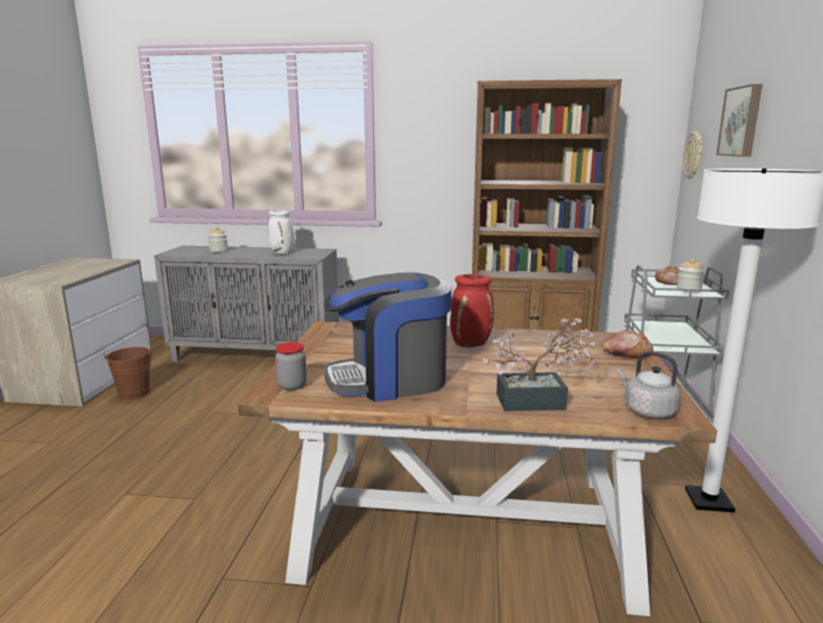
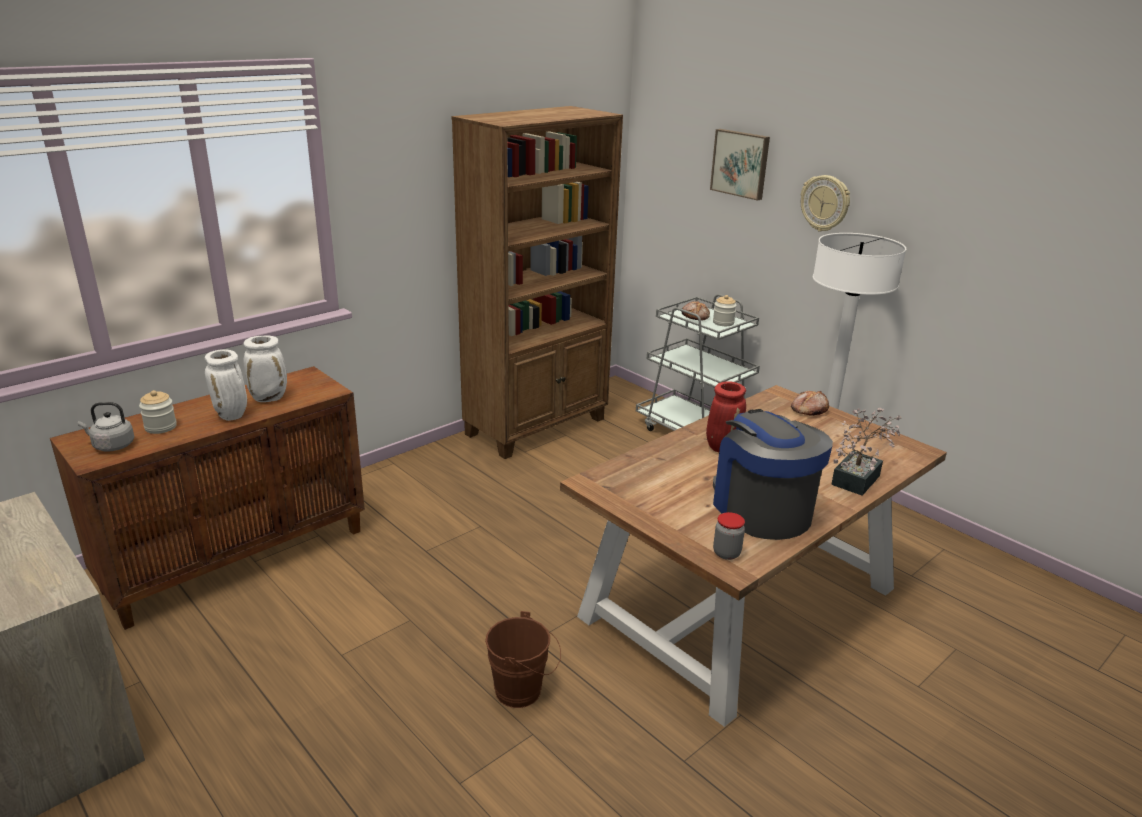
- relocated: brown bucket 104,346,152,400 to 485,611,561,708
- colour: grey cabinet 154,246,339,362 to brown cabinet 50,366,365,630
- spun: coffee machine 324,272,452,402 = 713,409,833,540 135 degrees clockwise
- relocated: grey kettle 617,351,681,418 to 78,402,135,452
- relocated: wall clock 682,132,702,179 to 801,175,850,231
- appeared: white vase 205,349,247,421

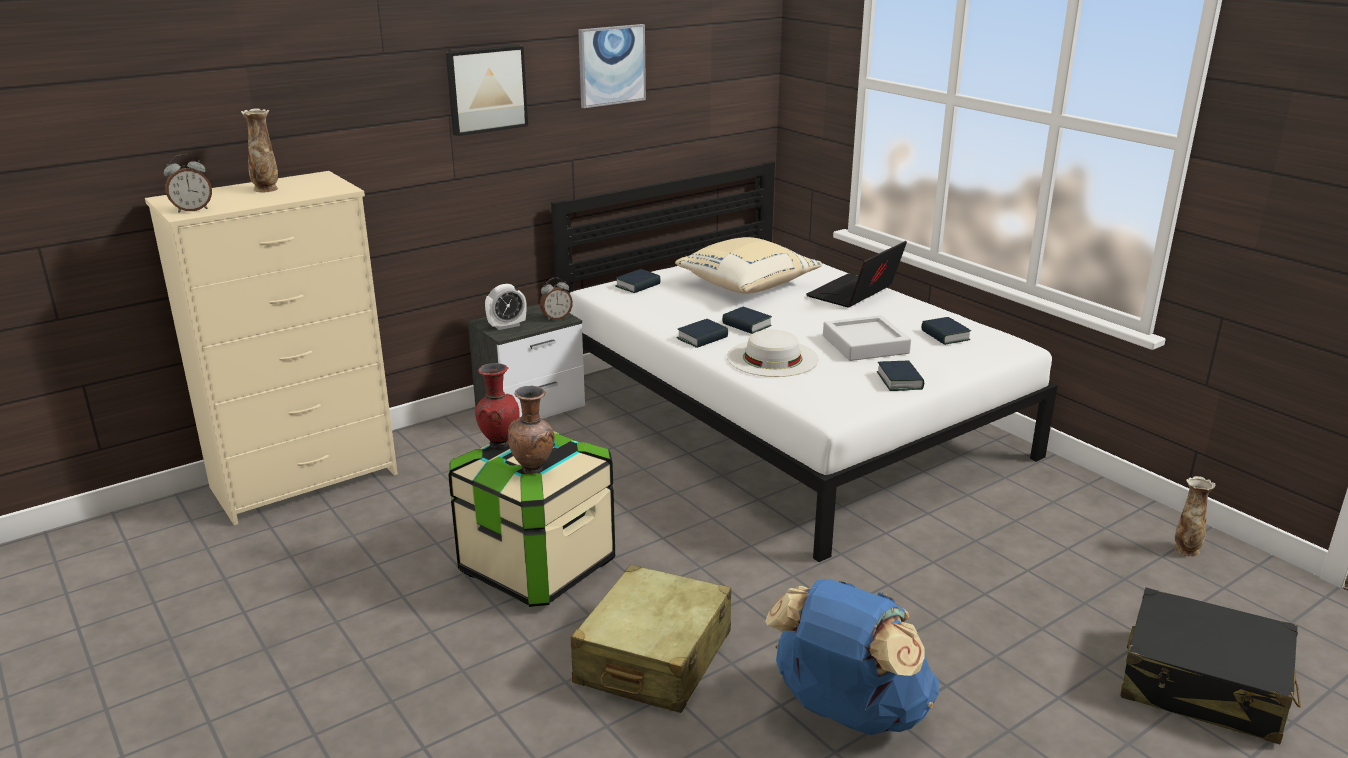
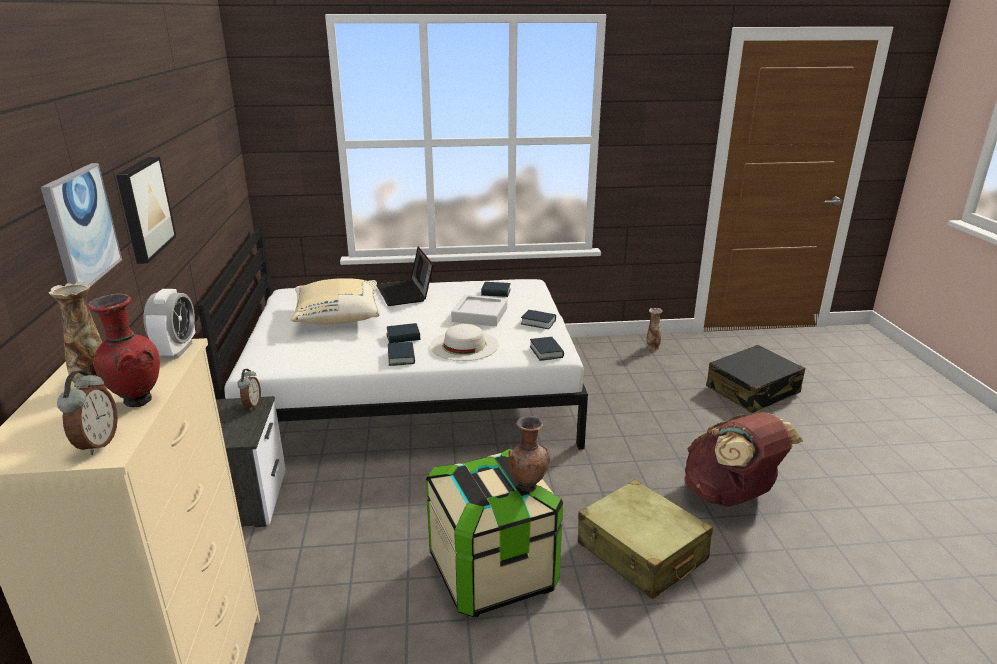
- relocated: red vase 475,363,520,449 to 88,294,160,407
- relocated: alarm clock 485,284,527,330 to 143,289,195,359
- relocated: picture 578,24,646,108 to 41,163,122,287
- relocated: book 615,269,661,293 to 530,337,564,361
- colour: blue backpack 765,579,939,735 to brown backpack 685,412,803,507

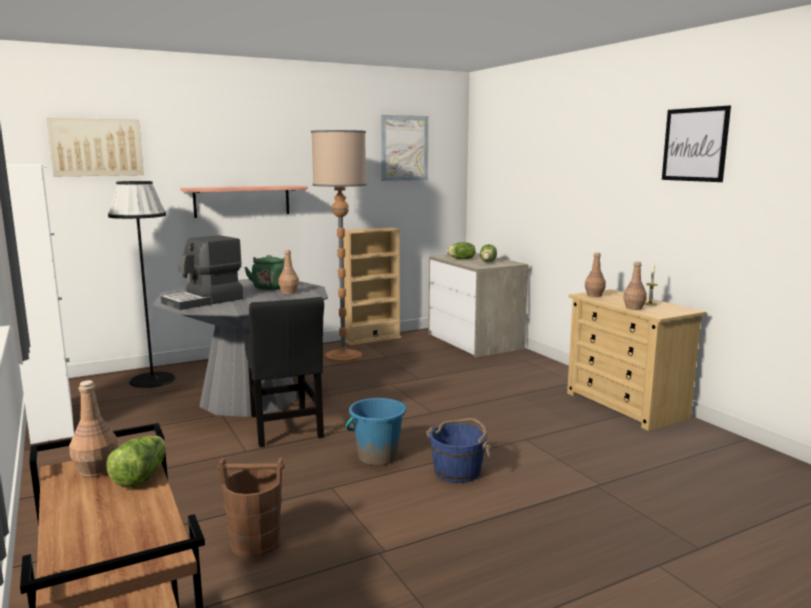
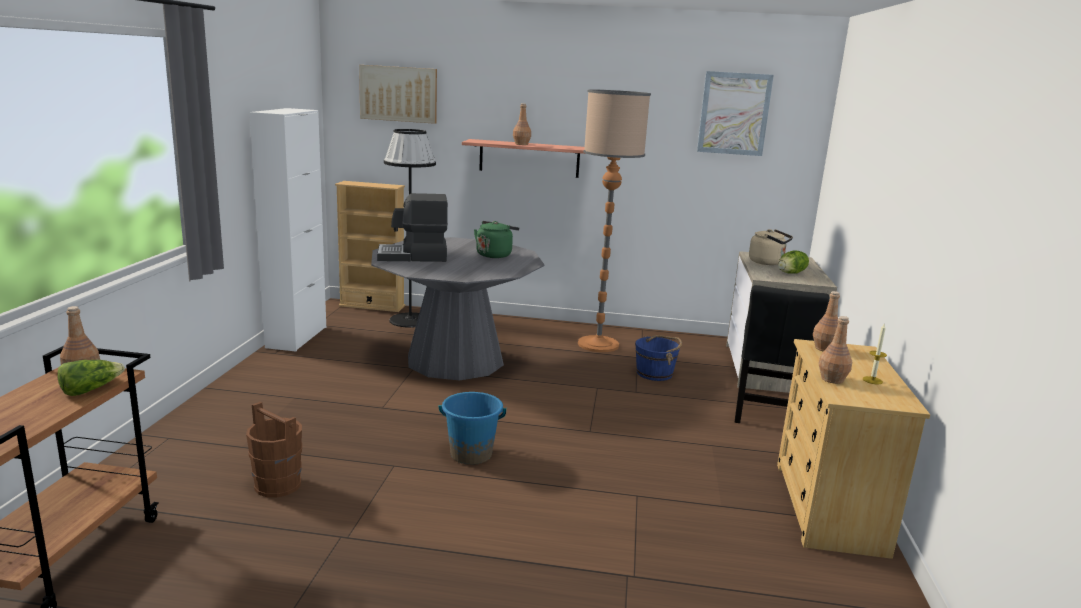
- relocated: black chair 244,297,324,447 to 735,285,829,423
- relocated: brown bottle 279,250,299,294 to 513,103,531,145
- relocated: beige bookcase 343,227,401,345 to 335,181,405,312
- relocated: blue bucket 426,418,492,483 to 635,335,682,381
- exchanged: lettuce 446,242,475,259 to beige kettle 749,229,793,265
- missing: picture 662,105,731,182

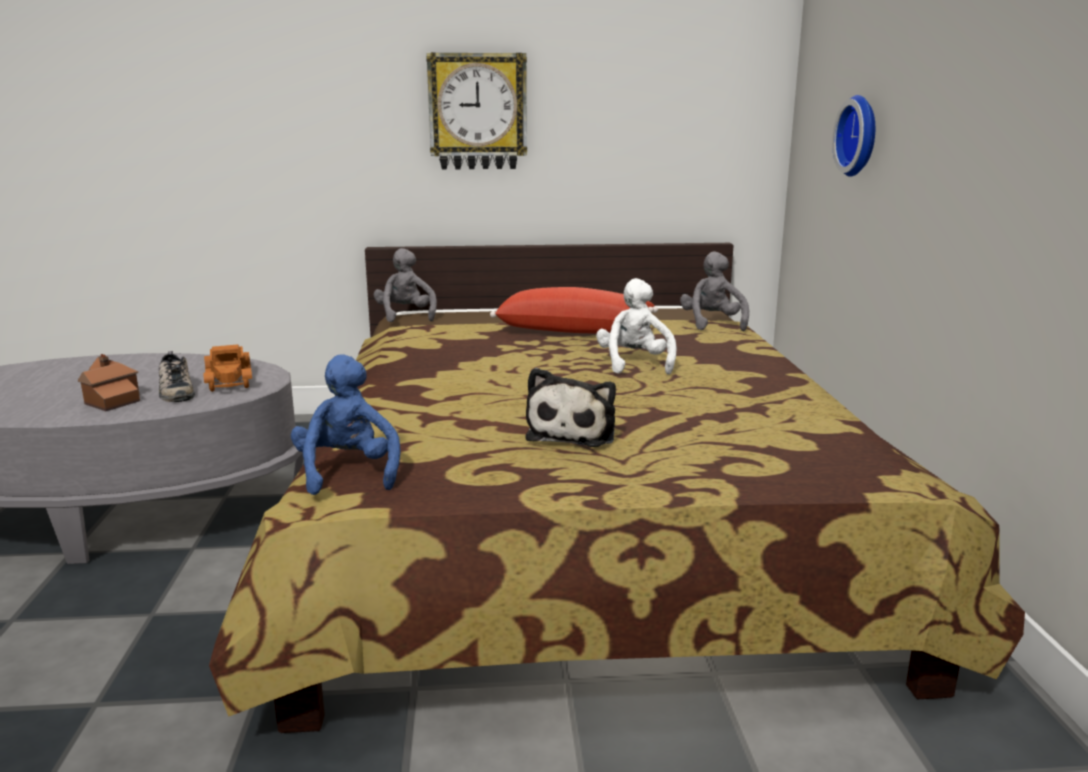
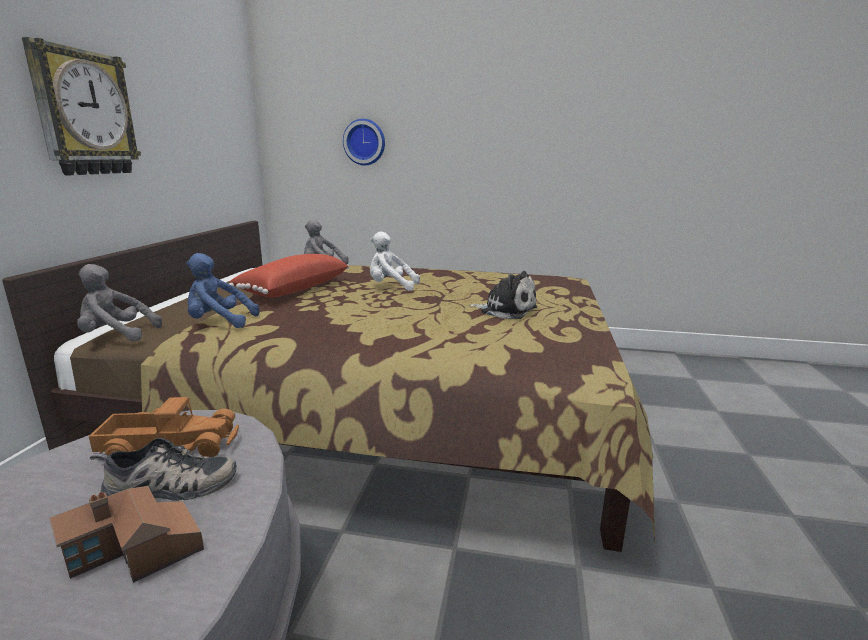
- relocated: blue plush toy 291,354,401,495 to 187,253,260,328

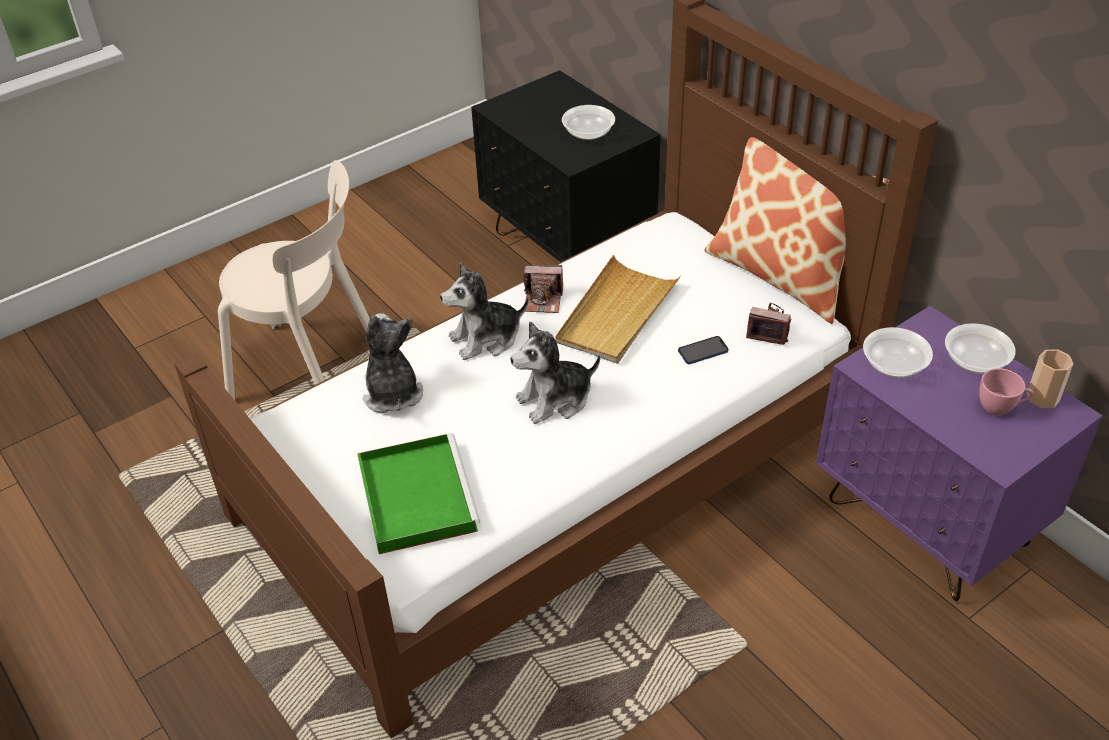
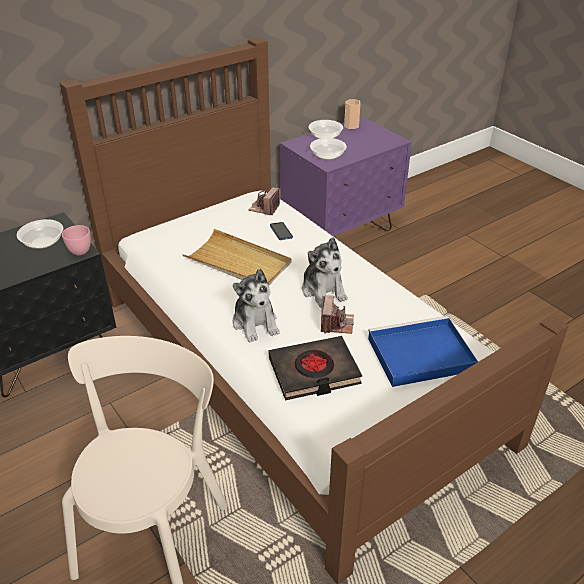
- colour: green tray 357,433,480,554 to blue tray 368,316,478,387
- exchanged: plush toy 363,313,423,413 to black book 269,336,362,401
- relocated: photo camera 523,265,563,313 to 321,295,354,334
- missing: pillow 704,137,889,324
- relocated: pink cup 979,368,1034,416 to 62,225,91,256

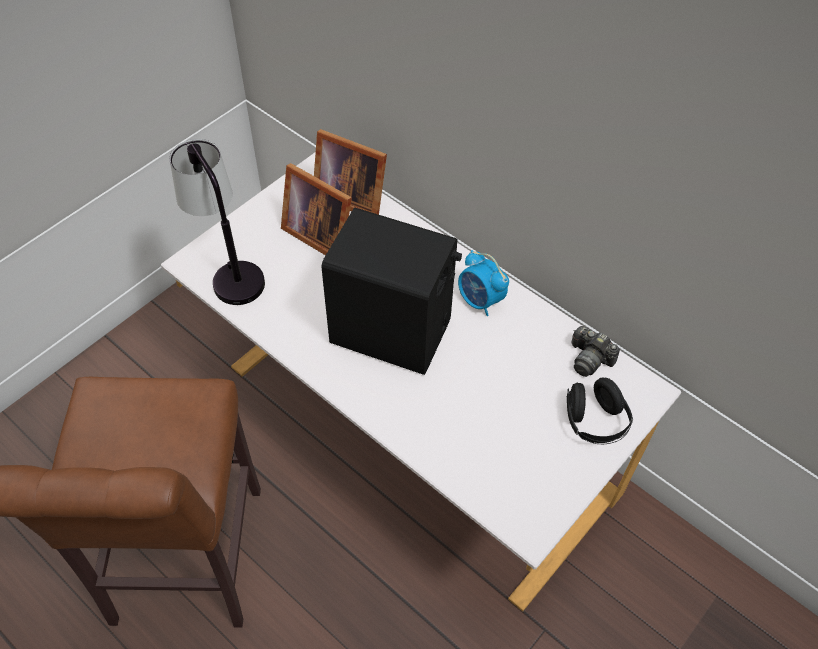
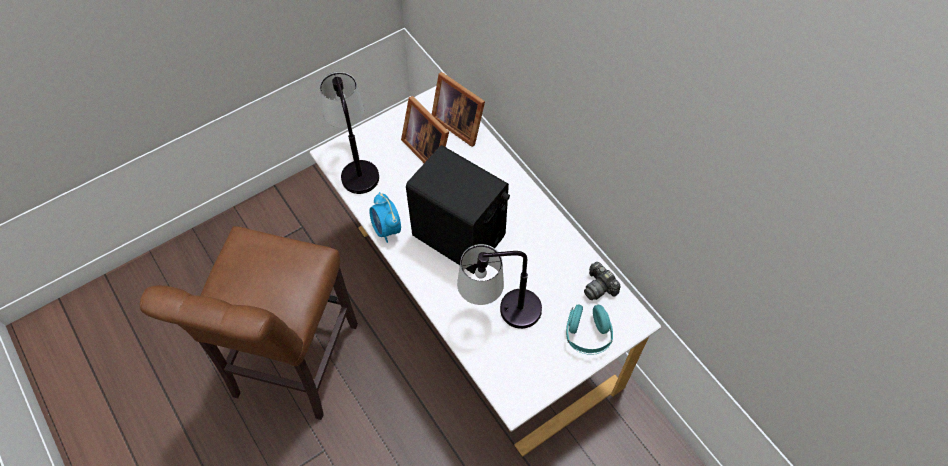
- relocated: alarm clock 458,250,509,316 to 369,192,401,243
- colour: black headphones 567,378,633,444 to turquoise headphones 566,305,613,355
- appeared: table lamp 457,244,542,329

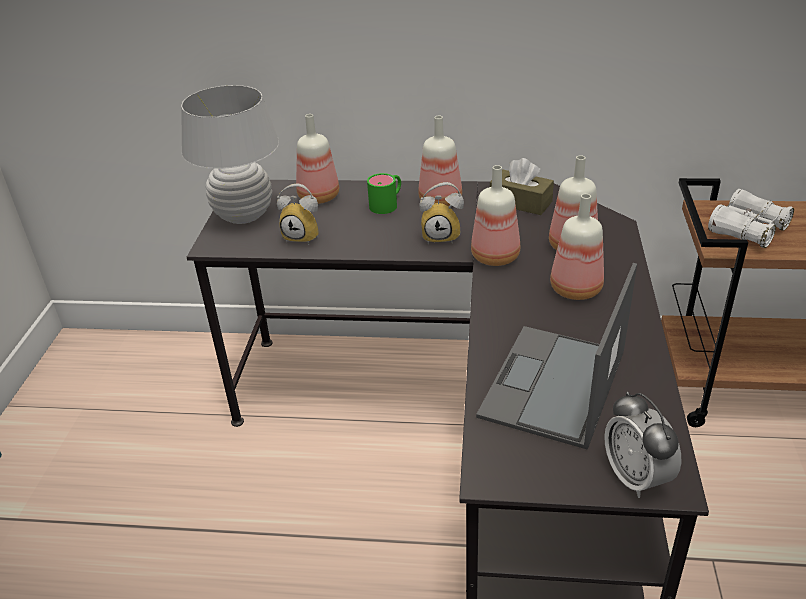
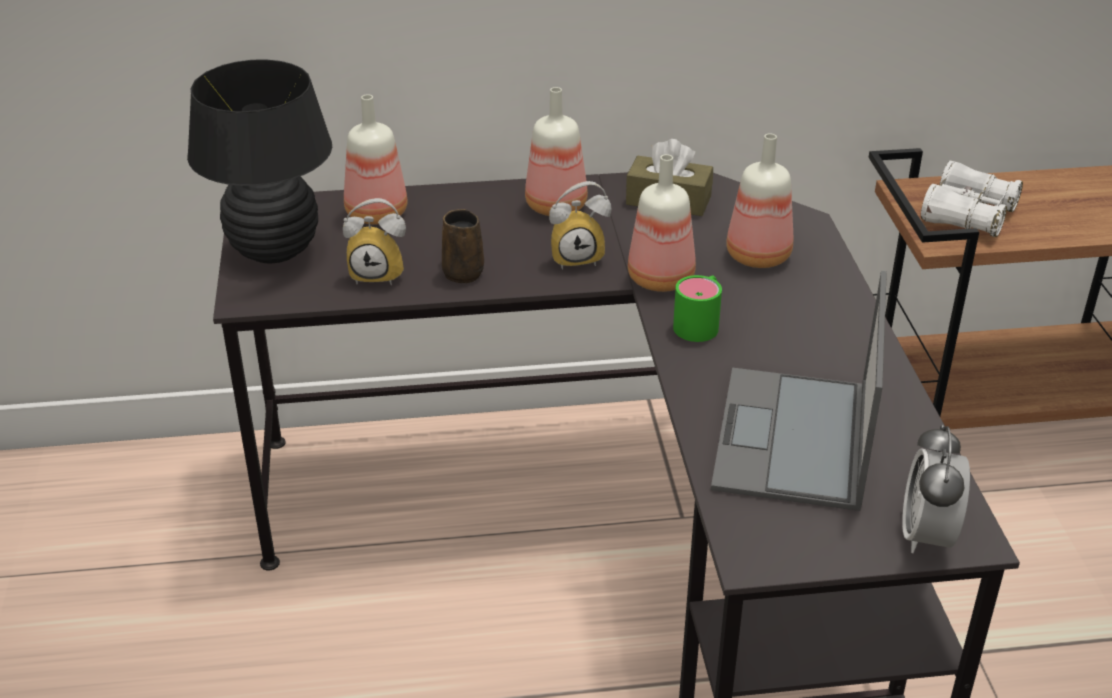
- colour: white table lamp 181,85,279,224 to black table lamp 187,60,332,264
- relocated: green mug 367,173,401,214 to 673,275,722,342
- missing: bottle 550,194,604,300
- spun: alarm clock 604,392,682,498 = 902,425,970,553 45 degrees clockwise
- appeared: brown mug 442,209,484,283

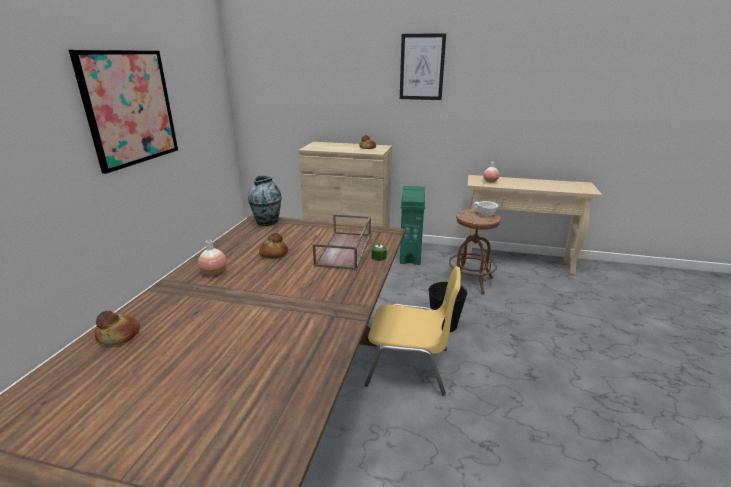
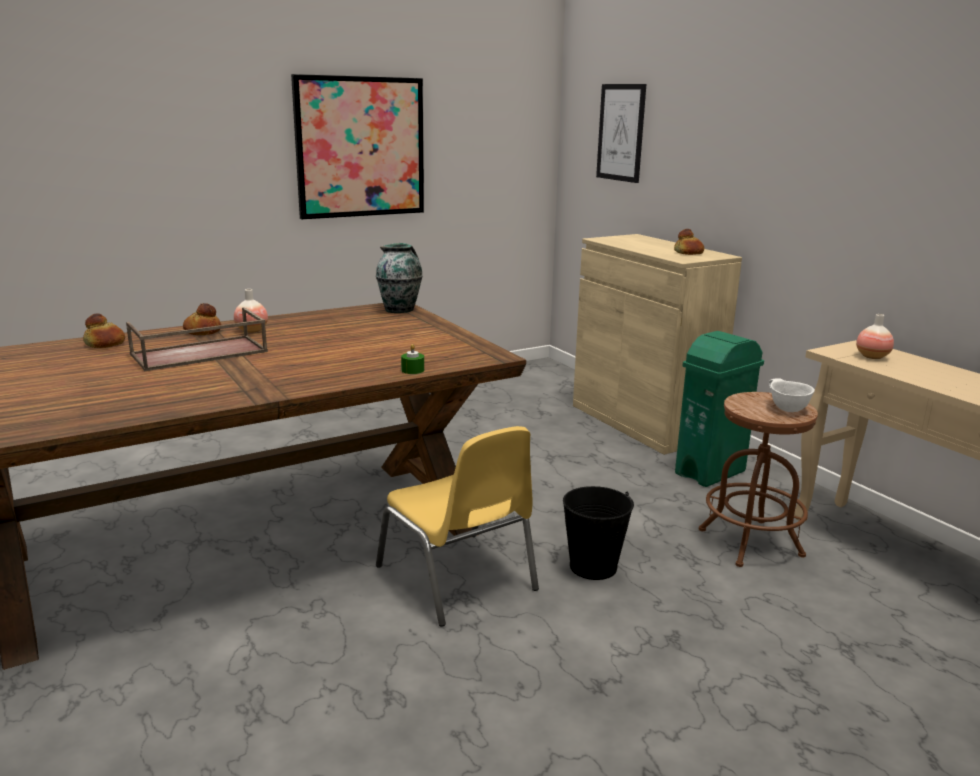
- relocated: bread 259,233,288,259 to 183,303,221,335
- relocated: brown tray 313,214,371,270 to 126,307,268,371
- relocated: picture 400,33,446,100 to 596,84,646,183

